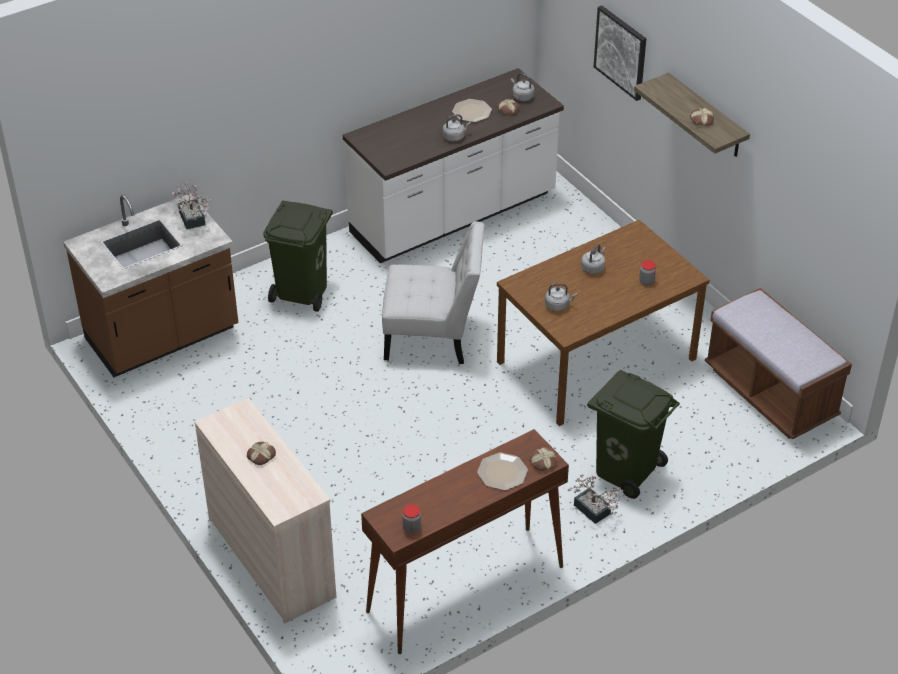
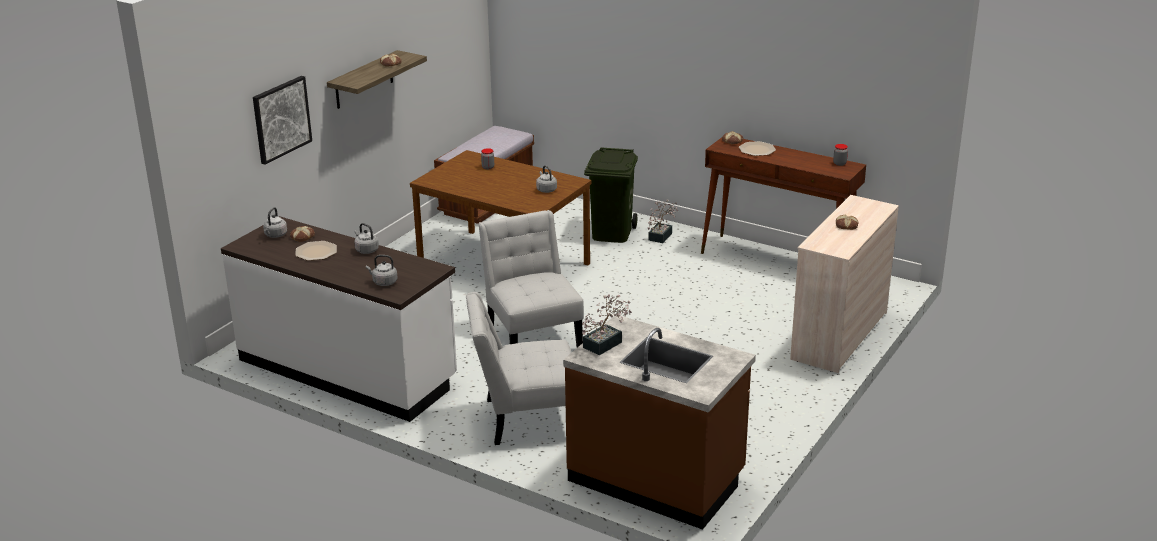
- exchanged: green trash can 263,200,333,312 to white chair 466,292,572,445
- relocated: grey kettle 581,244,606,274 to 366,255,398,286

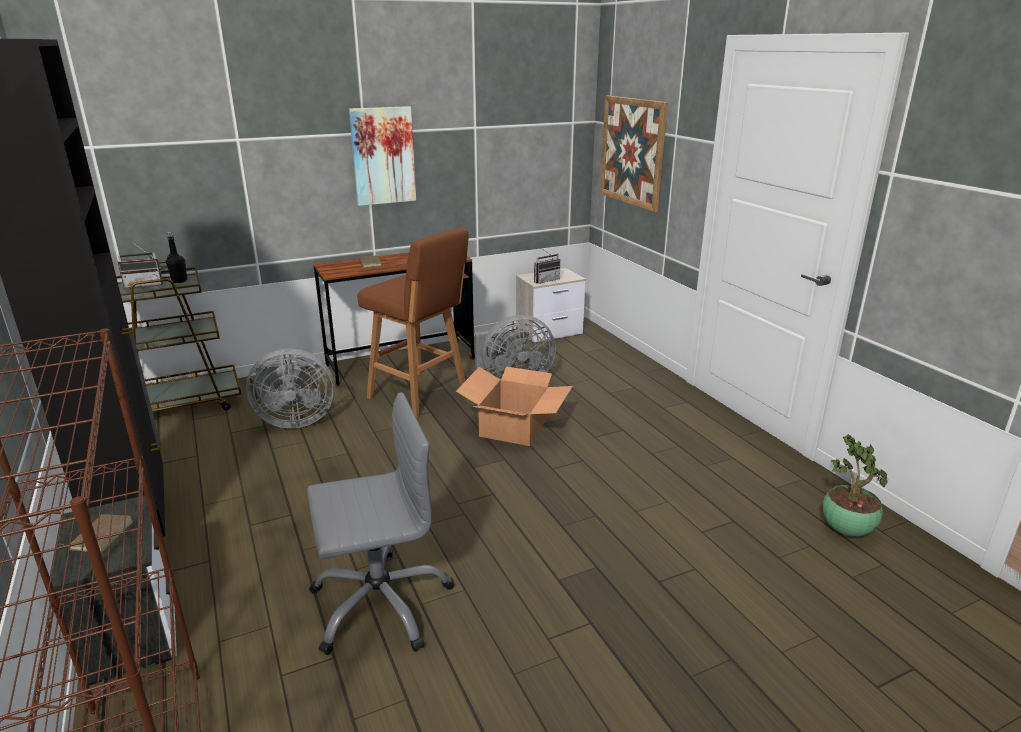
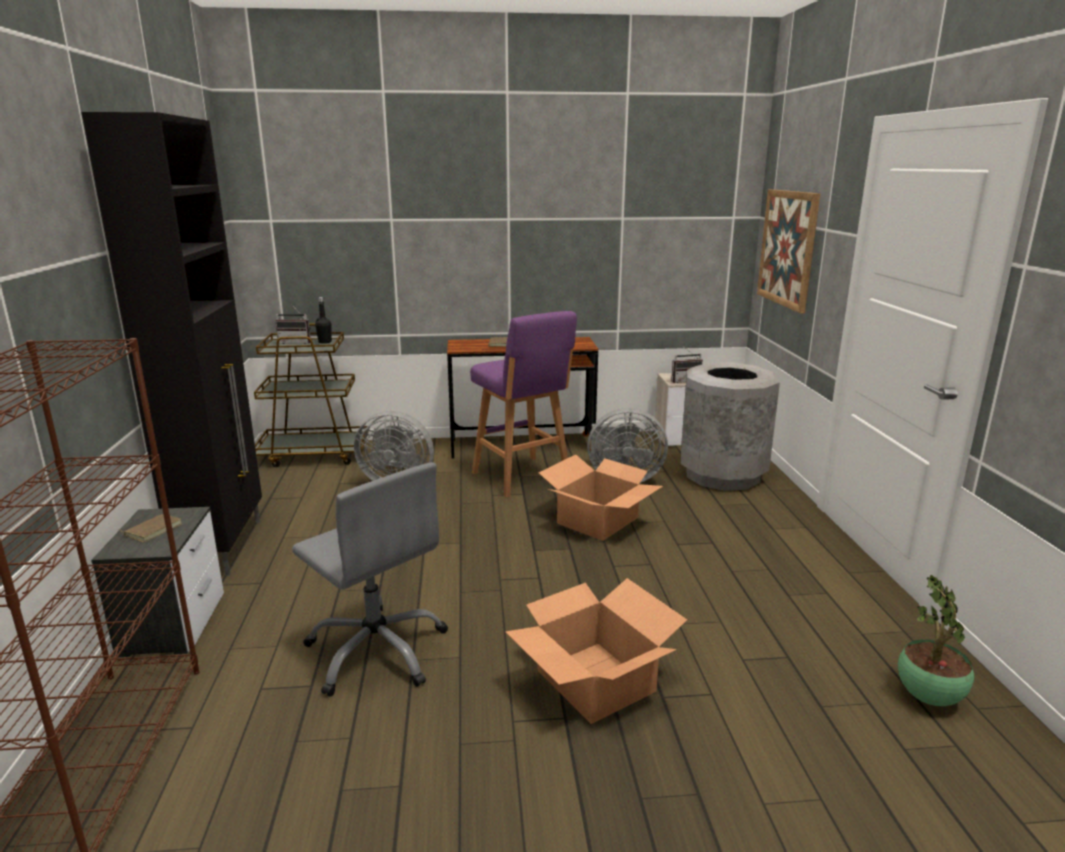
- spun: grey office chair 307,392,454,655 = 292,462,448,696 45 degrees clockwise
- missing: picture 349,106,416,206
- colour: brown stool 357,228,469,418 to purple stool 470,311,577,498
- appeared: cardboard box 506,578,687,724
- appeared: grey trash can 681,362,780,491

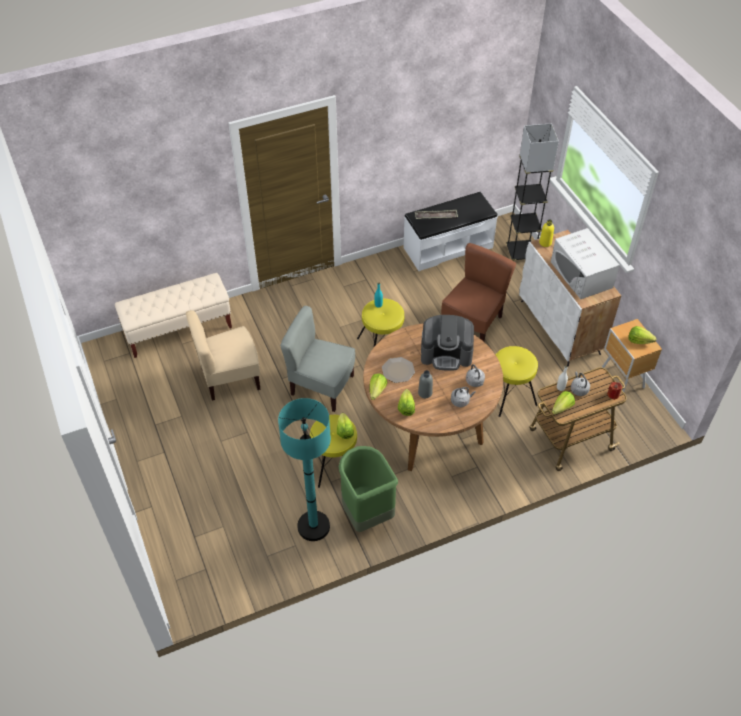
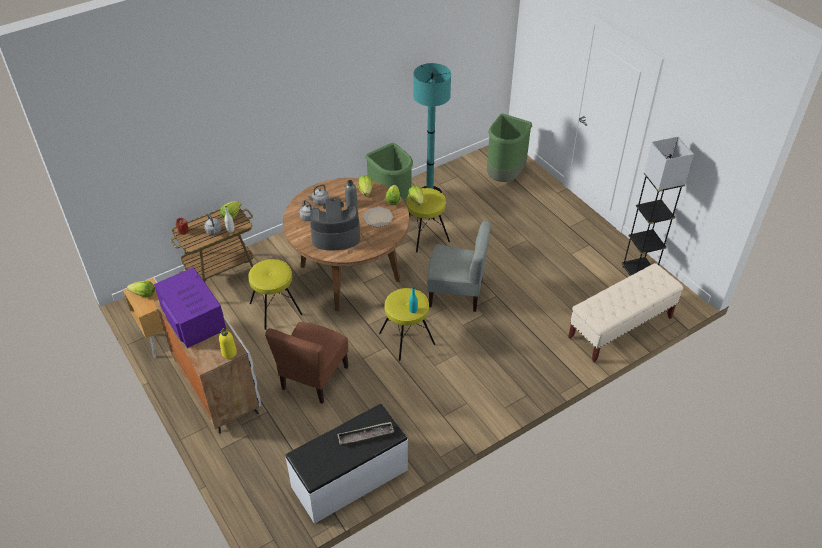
- missing: beige chair 186,310,261,401
- relocated: grey floor lamp 506,123,559,261 to 621,136,694,276
- colour: white microwave 551,228,620,299 to purple microwave 154,267,226,348
- appeared: green trash can 487,114,532,182

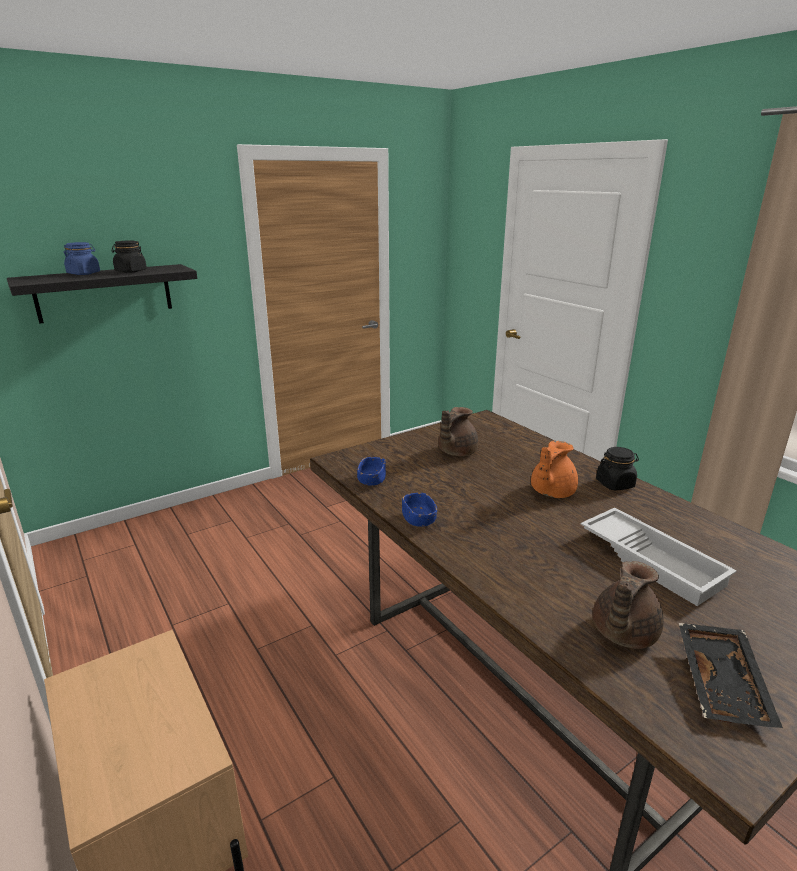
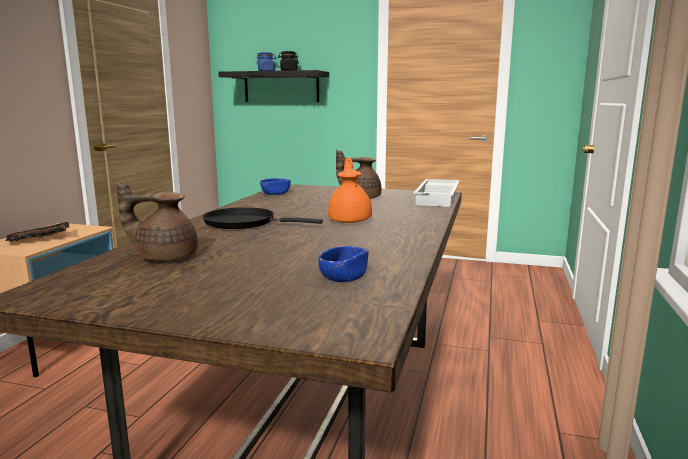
- relocated: blue bowl 402,493,437,527 to 318,246,369,282
- spun: orange teapot 531,441,578,498 = 328,158,372,223 90 degrees clockwise
- relocated: white tray 581,508,737,606 to 414,179,460,207
- missing: black jar 596,447,639,490
- relocated: black tray 679,623,783,728 to 5,222,69,242
- appeared: black frying pan 203,207,323,229

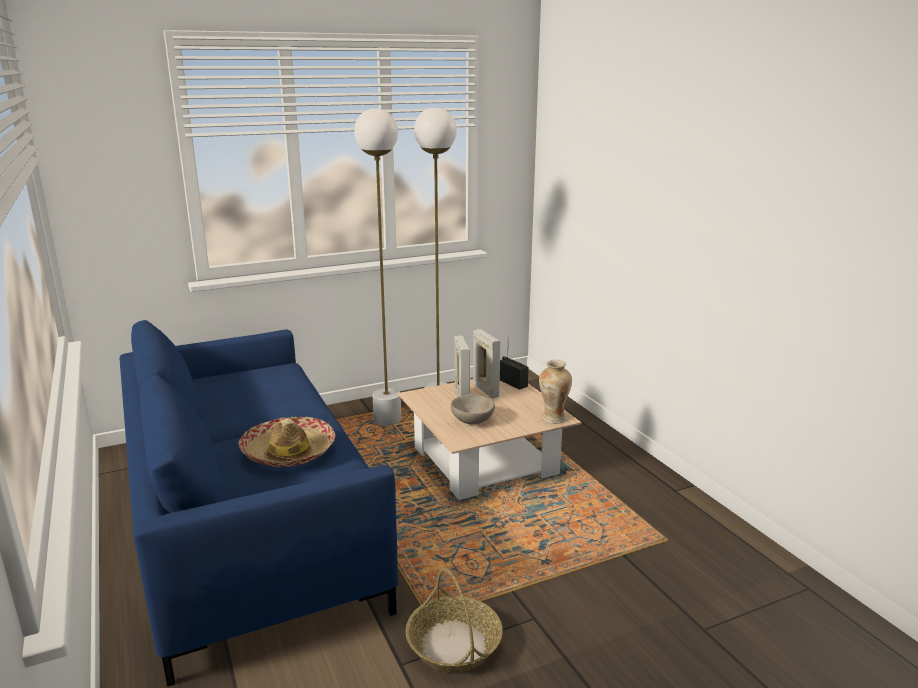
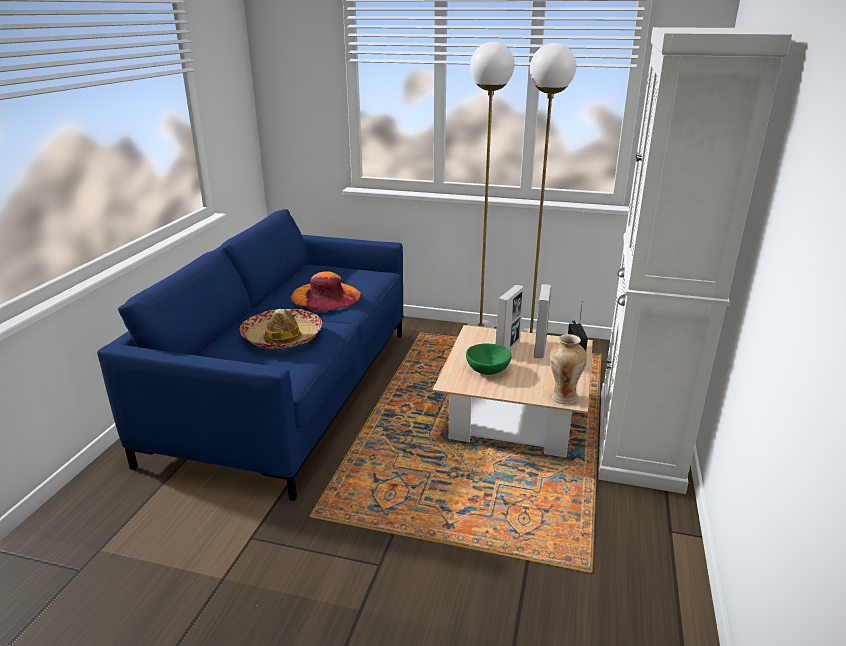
- missing: basket 406,568,503,672
- colour: beige bowl 451,394,495,424 to green bowl 466,343,512,375
- appeared: orange hat 290,271,361,311
- appeared: white cabinet 598,27,792,494

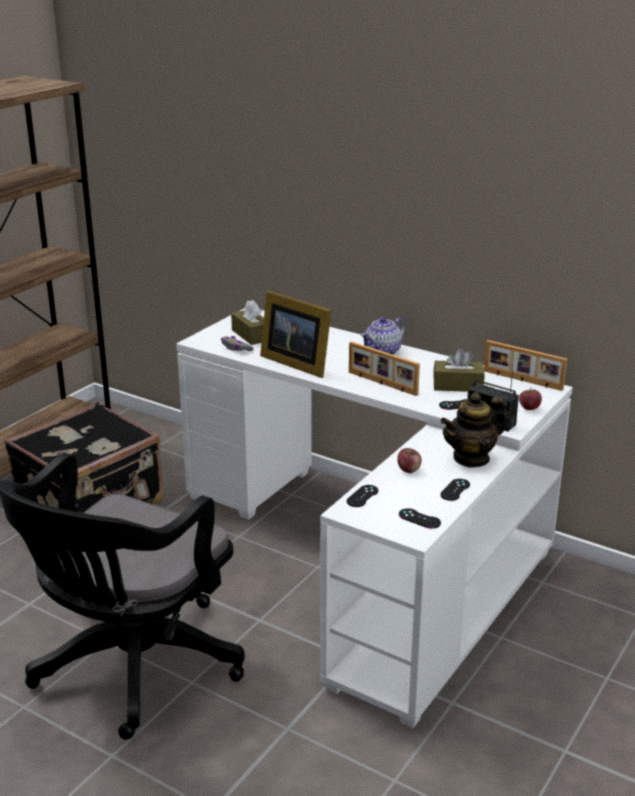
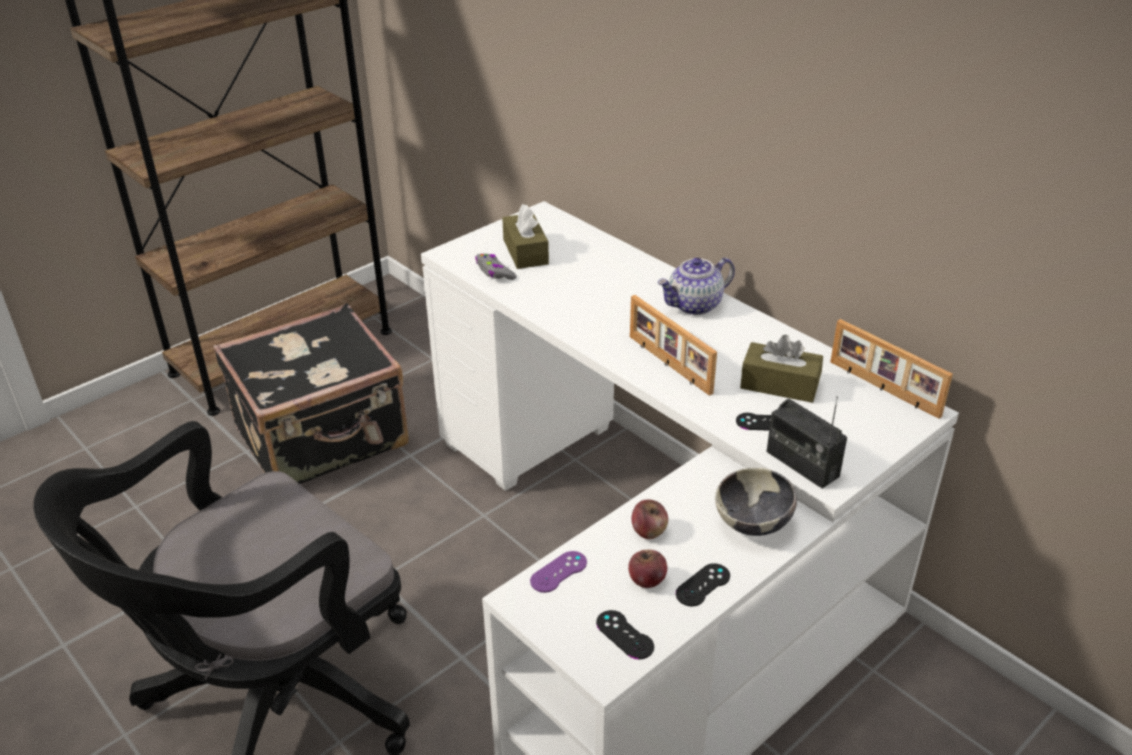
- missing: picture frame 260,291,331,378
- colour: black game controller 347,485,378,507 to purple game controller 530,551,587,593
- exchanged: teapot 441,392,506,468 to bowl 715,468,797,536
- relocated: apple 519,388,542,410 to 628,550,667,588

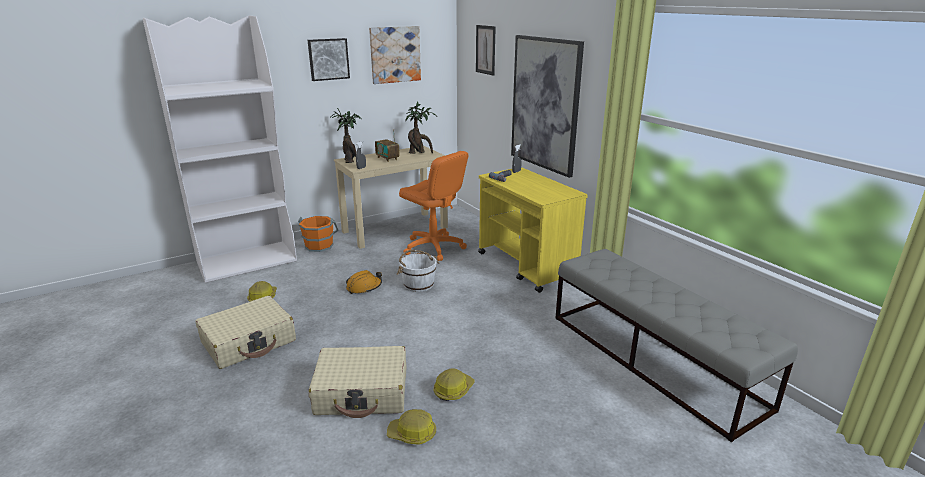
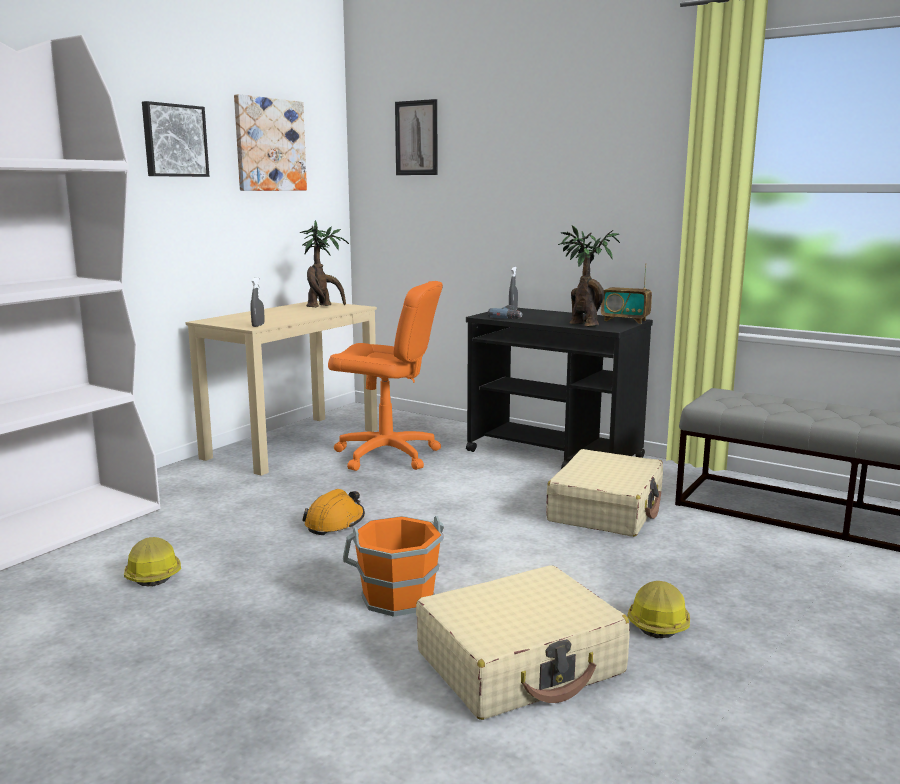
- relocated: beige suitcase 195,296,296,369 to 546,449,663,537
- relocated: orange bucket 298,216,339,252 to 343,516,444,617
- relocated: potted plant 330,108,361,163 to 558,225,620,327
- relocated: radio 375,129,400,162 to 601,263,652,324
- missing: hard hat 387,409,436,445
- missing: white bucket 396,250,439,292
- colour: yellow cart 478,167,588,293 to black cart 466,308,653,469
- missing: picture 511,35,584,178

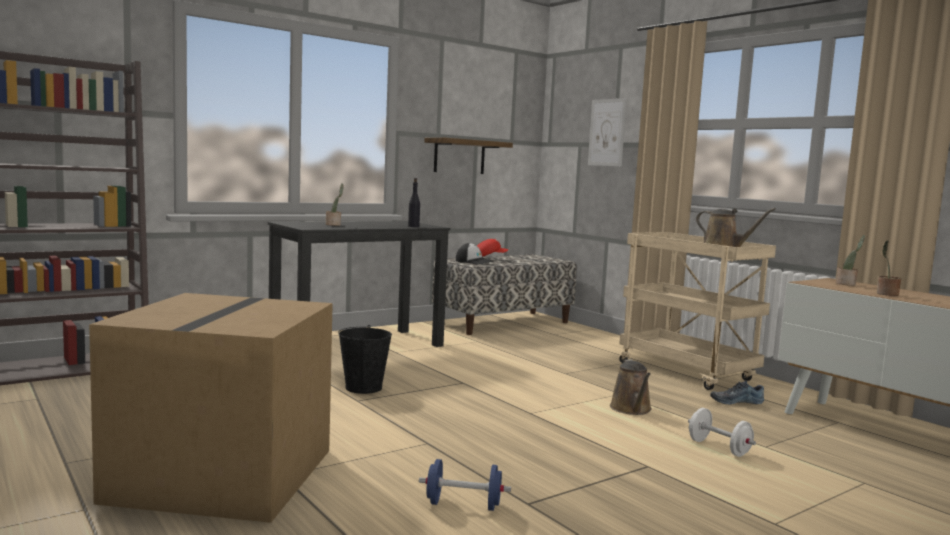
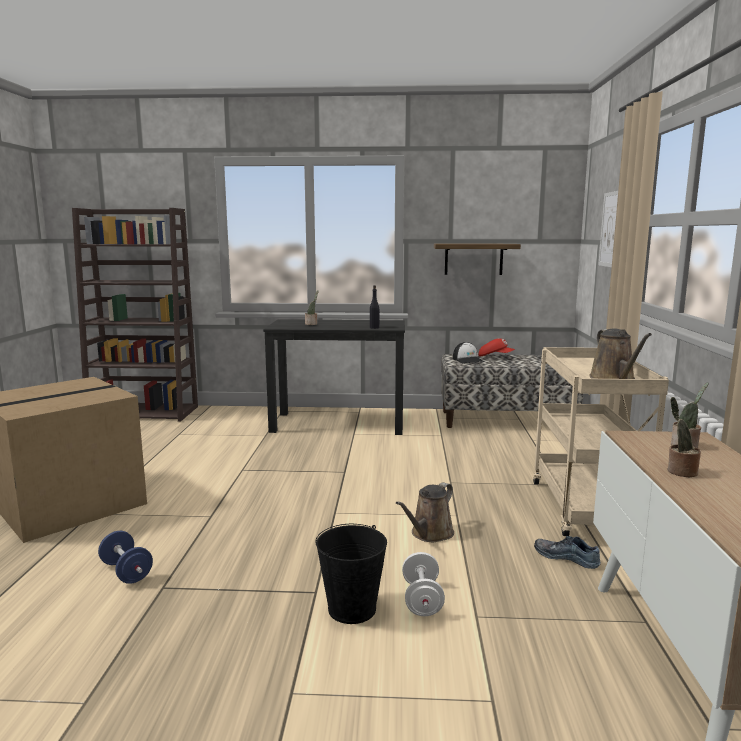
- relocated: black bucket 338,325,392,394 to 315,524,387,624

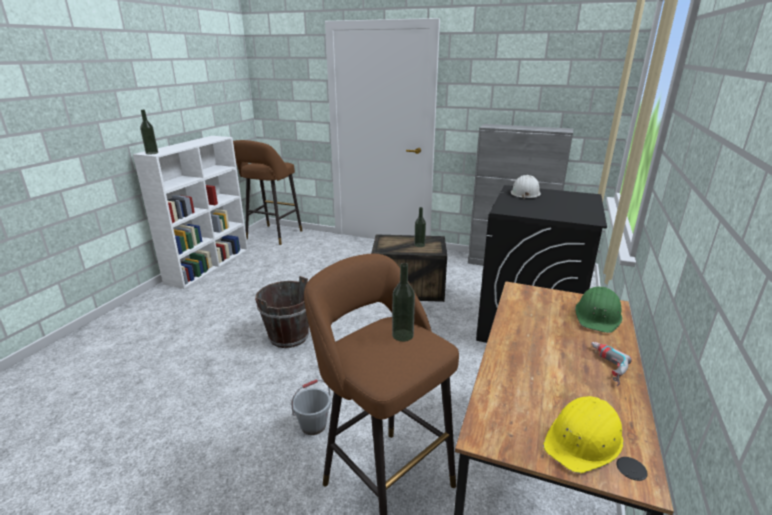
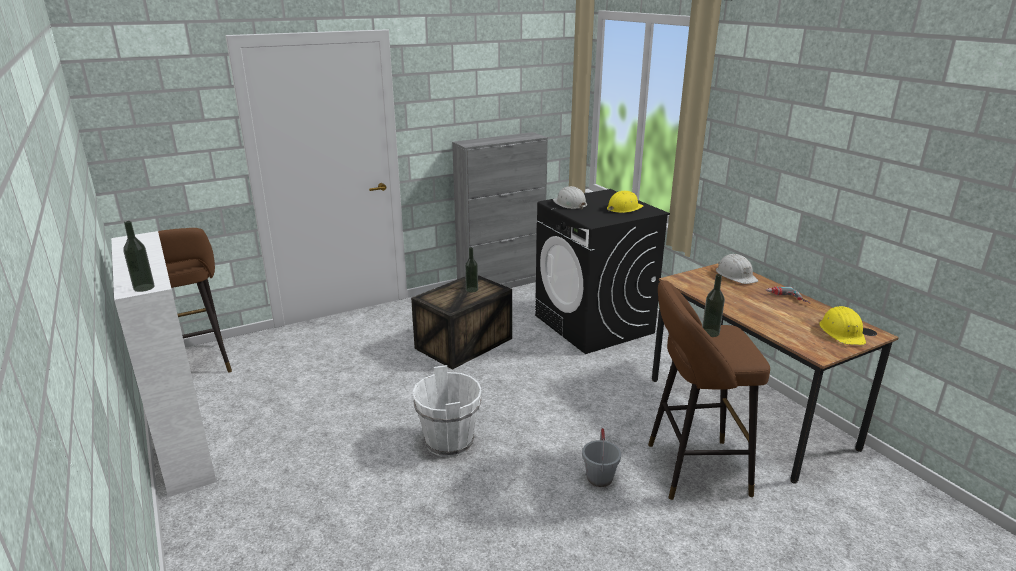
- colour: brown bucket 255,276,309,348 to white bucket 413,365,482,457
- colour: green hard hat 575,286,622,333 to white hard hat 716,254,758,284
- appeared: yellow hard hat 607,191,643,213

